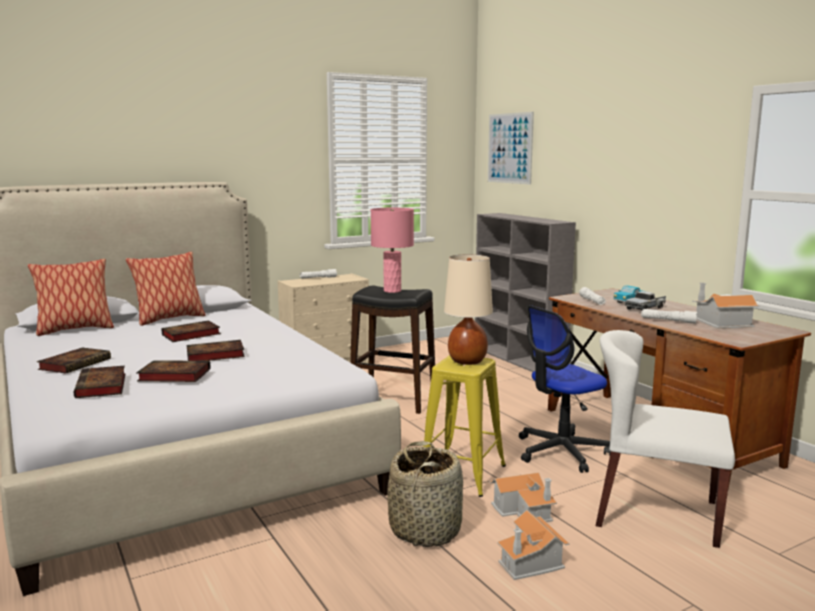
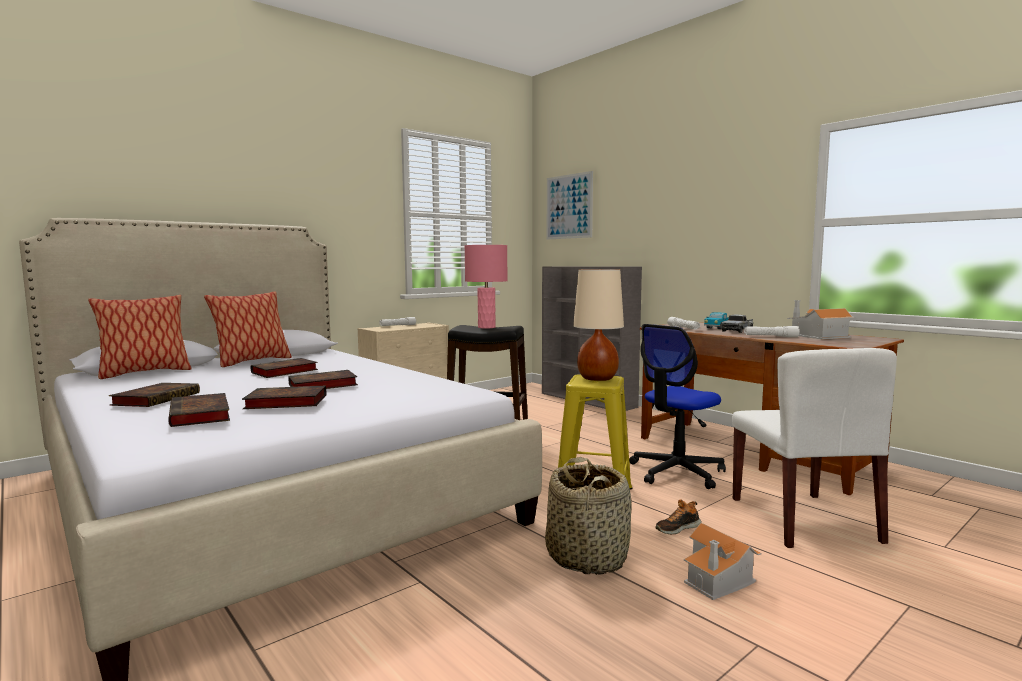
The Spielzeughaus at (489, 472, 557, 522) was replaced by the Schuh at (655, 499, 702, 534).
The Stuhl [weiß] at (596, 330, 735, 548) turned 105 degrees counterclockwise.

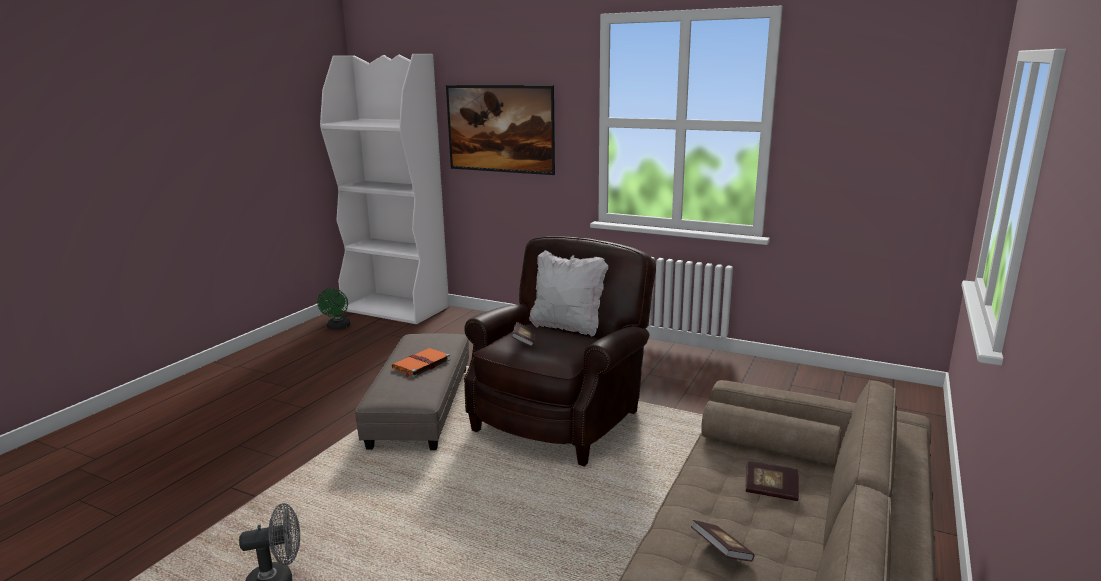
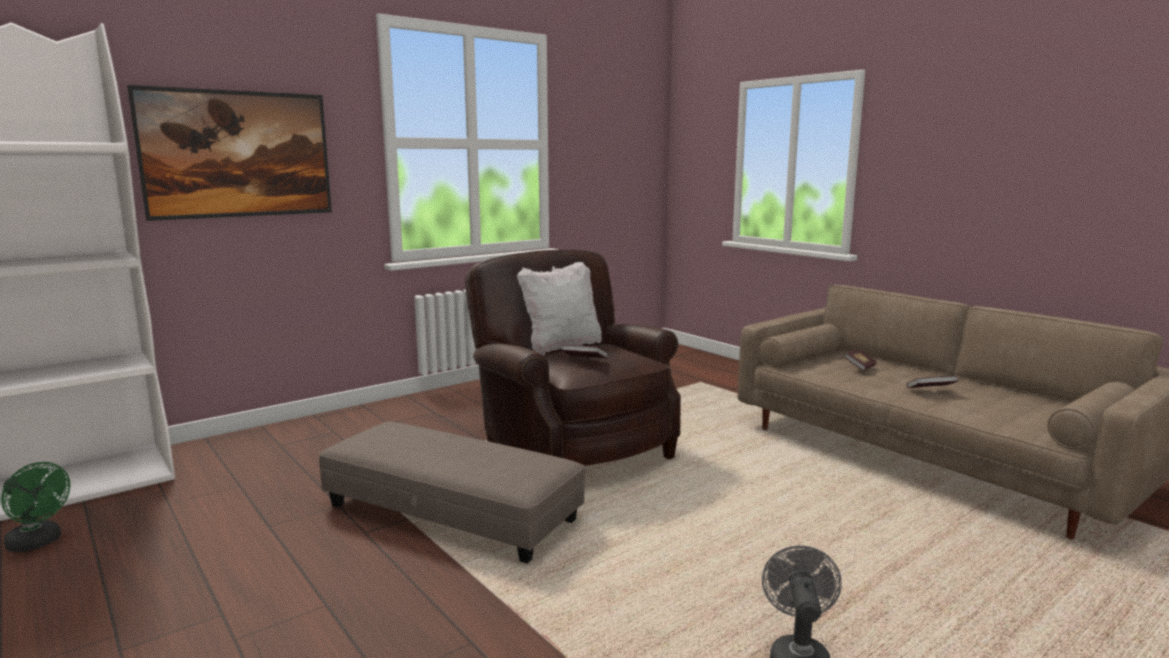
The Buch [orange] at (392, 348, 450, 377) disappeared.

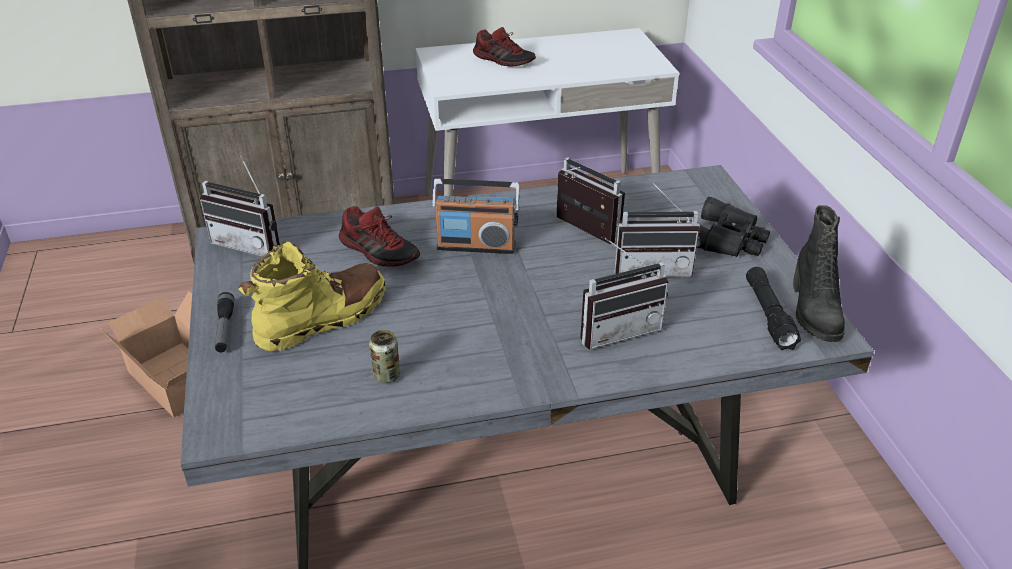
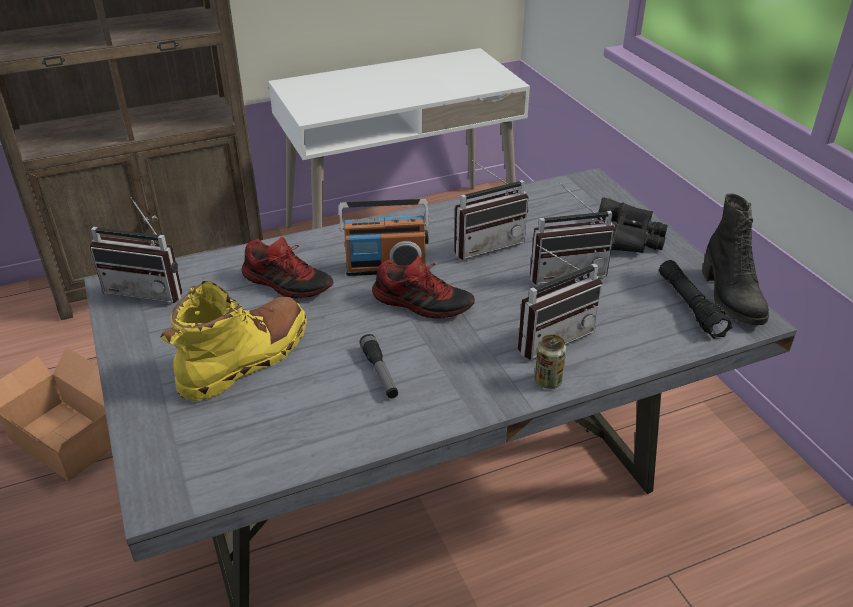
The Taschenlampe moved from (215, 292, 234, 353) to (359, 334, 398, 398).
The Dose moved from (369, 330, 400, 383) to (535, 334, 566, 389).
The Schuh moved from (473, 27, 536, 67) to (372, 256, 475, 318).
The Radio at (556, 157, 625, 244) turned 120 degrees clockwise.

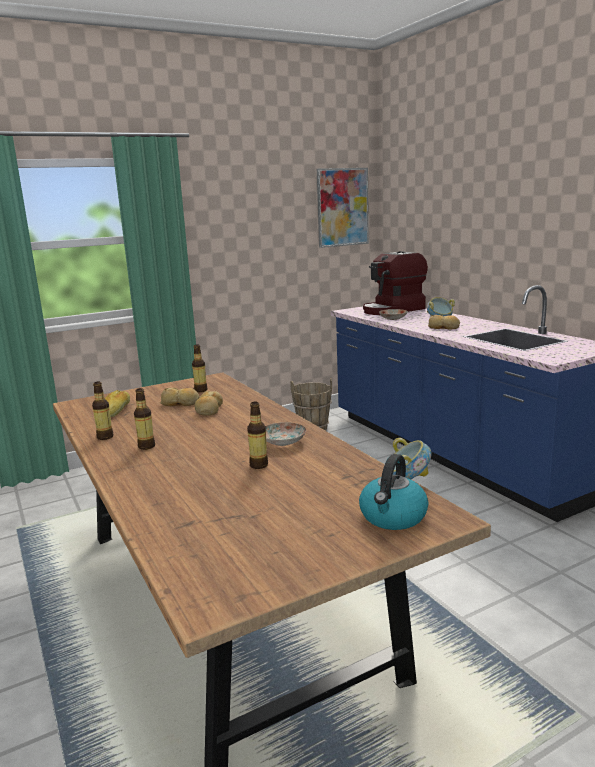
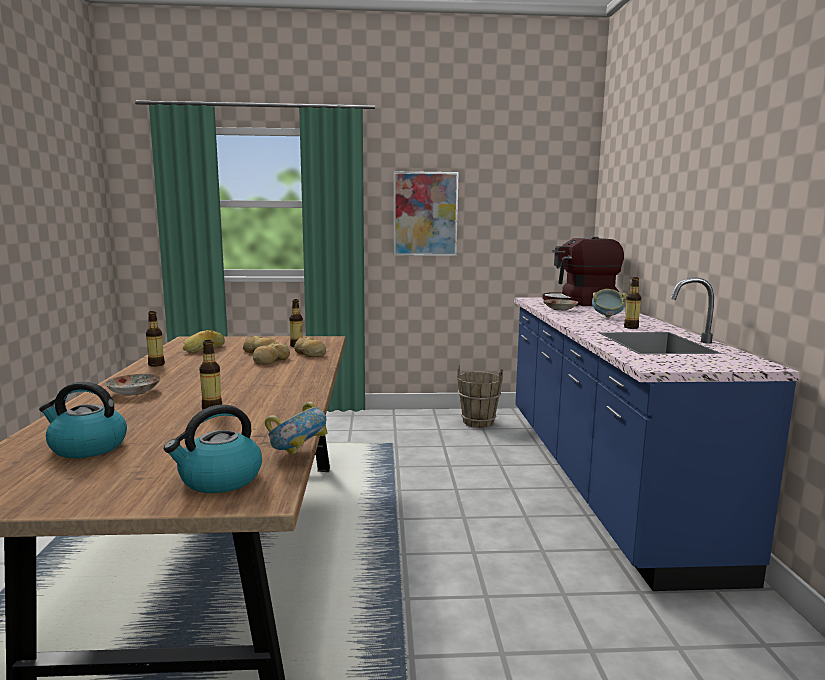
The Flasche moved from (134, 388, 155, 450) to (624, 277, 641, 329).
The Teller moved from (266, 422, 306, 446) to (105, 374, 161, 396).
The Bild moved from (317, 168, 369, 248) to (394, 171, 459, 256).
The Brot moved from (428, 315, 460, 329) to (294, 337, 326, 357).
The Wasserkessel at (39, 382, 127, 458) appeared.

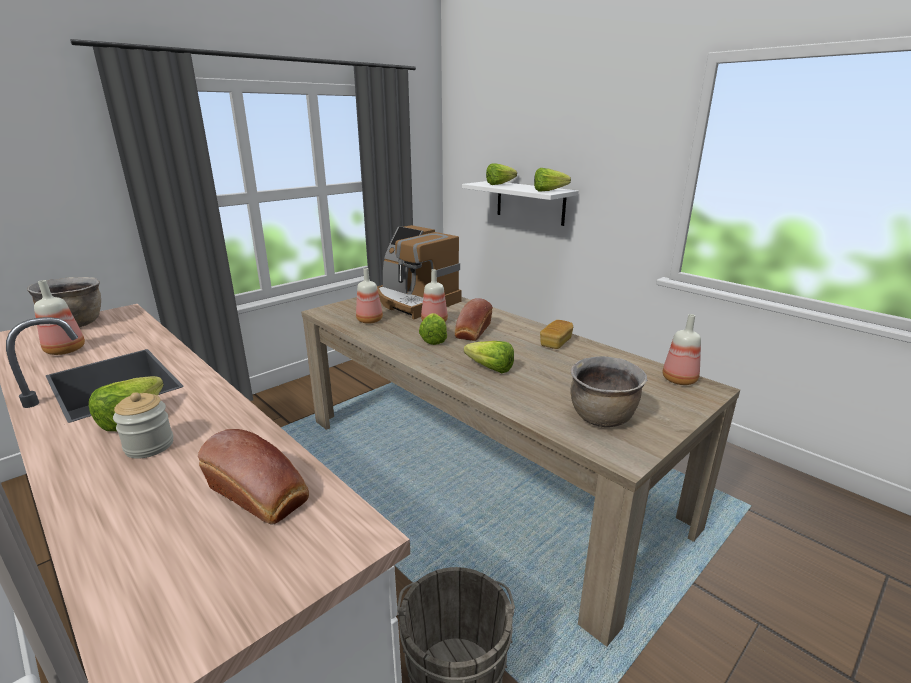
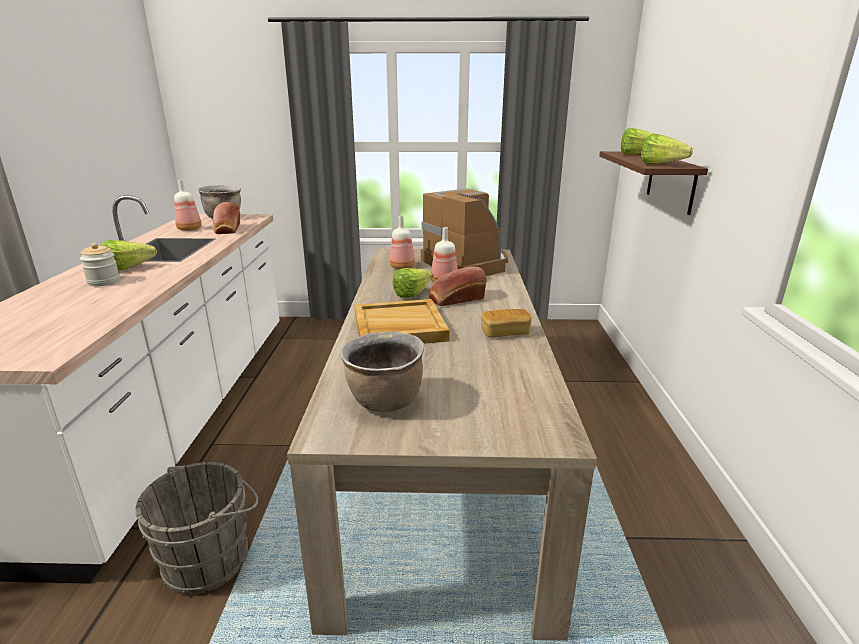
The Brot moved from (198, 429, 309, 525) to (213, 202, 240, 234).
The Kaffeemaschine at (377, 225, 462, 319) turned 150 degrees clockwise.
The Wandregal [weiß] at (462, 181, 578, 226) became the Wandregal [braun] at (599, 151, 708, 215).
The Salatkopf at (464, 341, 514, 373) was replaced by the Tablett [beige] at (354, 299, 450, 344).
The Flasche at (663, 314, 701, 385) disappeared.

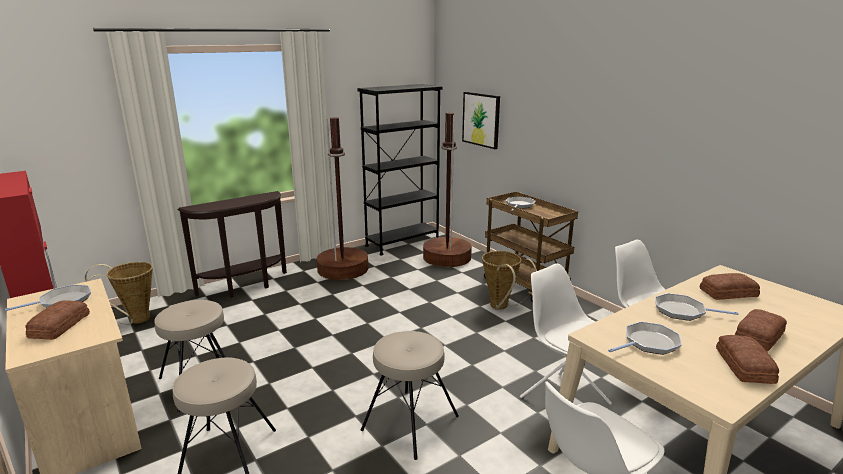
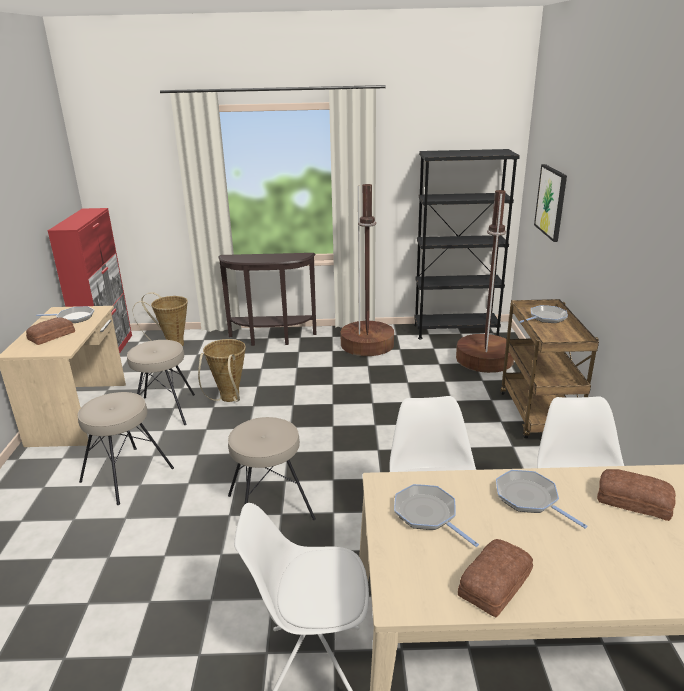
The Korb moved from (482, 251, 537, 310) to (198, 339, 246, 402).
The Pfanne at (608, 322, 682, 355) turned 135 degrees counterclockwise.
The Brot at (735, 309, 787, 352) disappeared.

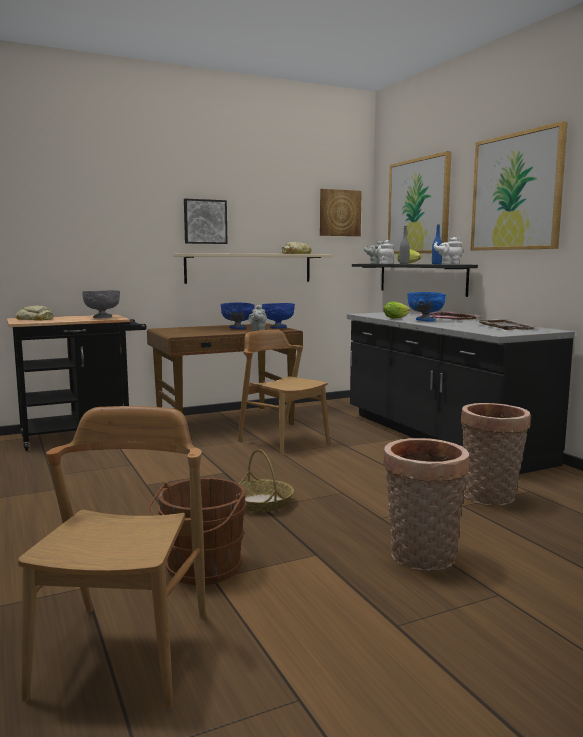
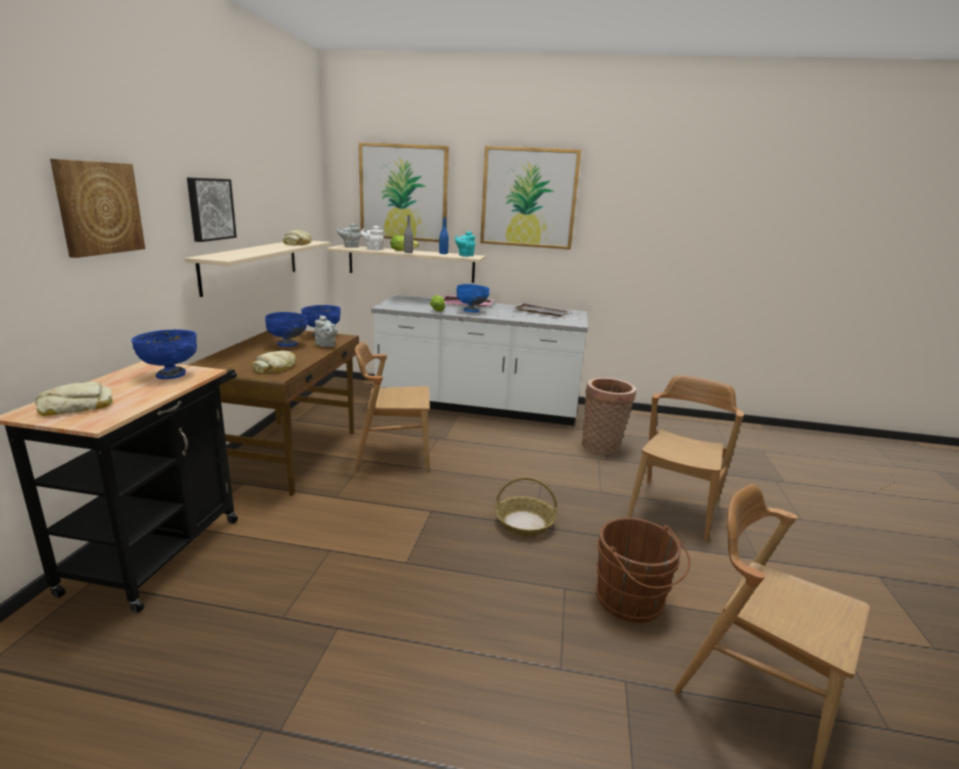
The Schüssel [grau] at (82, 290, 120, 318) became the Schüssel [blau] at (131, 330, 197, 379).
The Bild moved from (320, 189, 362, 236) to (50, 159, 145, 258).
The Küchenzeile [schwarz] at (347, 312, 575, 474) became the Küchenzeile [weiß] at (371, 295, 588, 426).
The Wandregal [schwarz] at (352, 264, 478, 297) became the Wandregal [beige] at (327, 245, 486, 283).
The Korb at (383, 438, 469, 571) was replaced by the Stuhl [braun] at (627, 375, 744, 542).
The Teekanne [weiß] at (434, 237, 463, 264) became the Teekanne [türkis] at (455, 231, 475, 257).
The Brot at (252, 350, 296, 374) appeared.

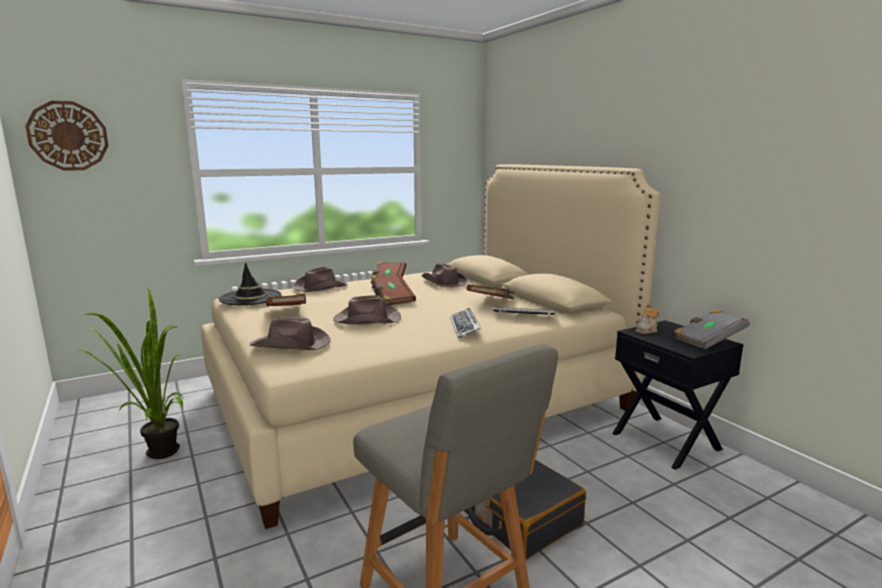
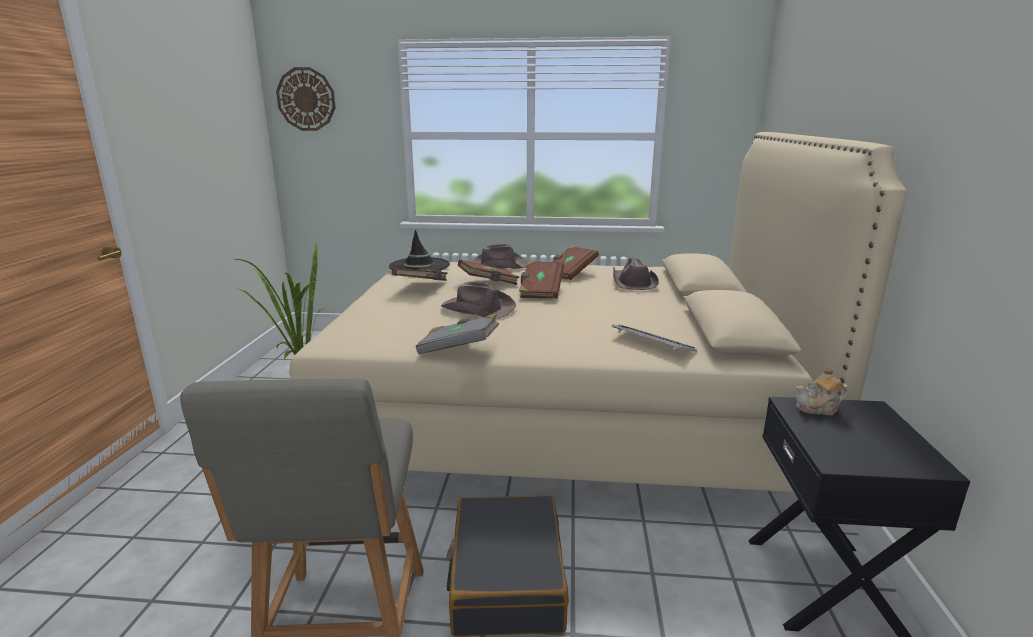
The Hut [braun] at (250, 317, 331, 350) disappeared.
The Tastatur at (450, 308, 481, 338) disappeared.
The Buch [braun] moved from (467, 284, 515, 299) to (458, 260, 520, 285).
The Buch [grau] moved from (674, 309, 750, 350) to (416, 314, 499, 354).

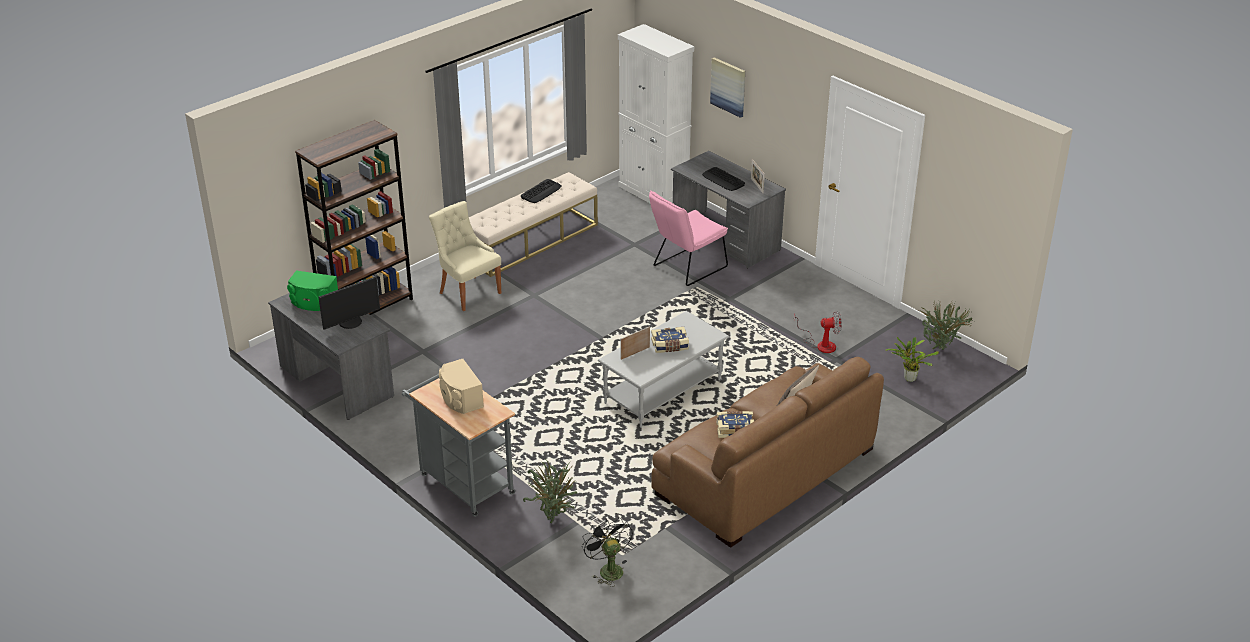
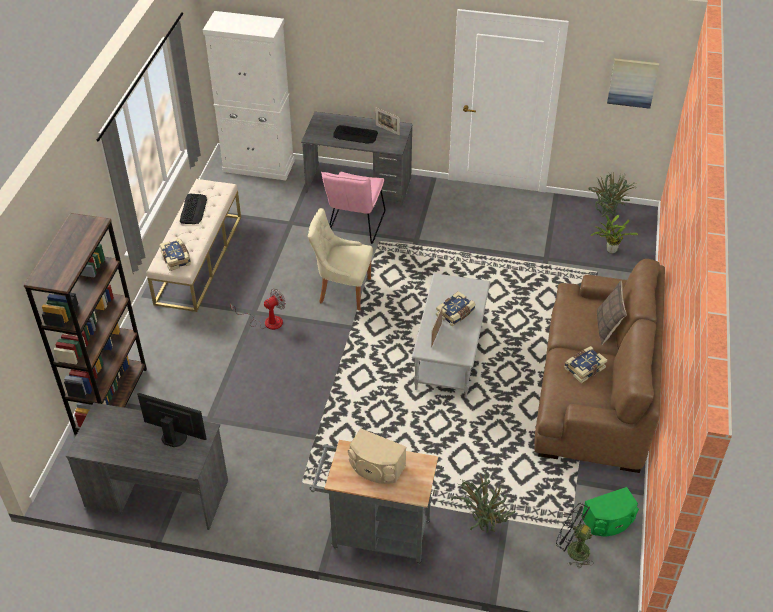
The Lautsprecher [grün] moved from (287, 270, 338, 311) to (582, 487, 639, 537).
The Monitor at (319, 276, 380, 330) turned 90 degrees counterclockwise.
The Stuhl [beige] moved from (429, 201, 501, 311) to (308, 208, 373, 310).
The Bild moved from (710, 57, 745, 118) to (607, 58, 659, 109).
The Ventilator moved from (794, 311, 842, 353) to (230, 289, 286, 330).
The Buch at (159, 238, 191, 271) appeared.

